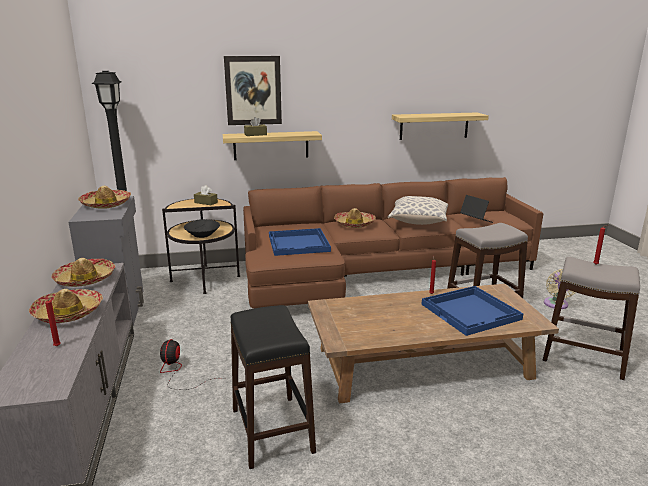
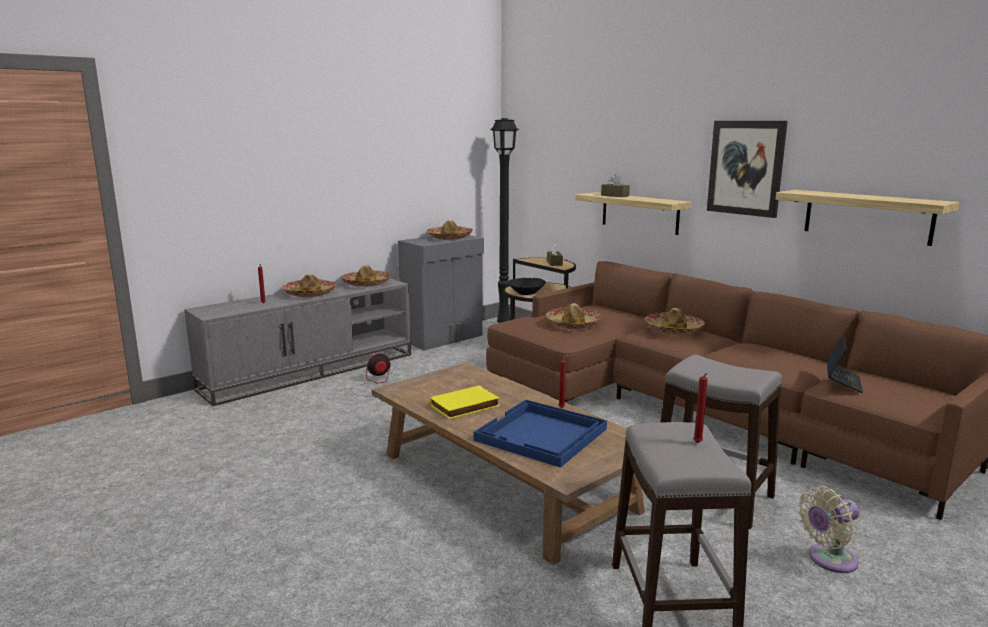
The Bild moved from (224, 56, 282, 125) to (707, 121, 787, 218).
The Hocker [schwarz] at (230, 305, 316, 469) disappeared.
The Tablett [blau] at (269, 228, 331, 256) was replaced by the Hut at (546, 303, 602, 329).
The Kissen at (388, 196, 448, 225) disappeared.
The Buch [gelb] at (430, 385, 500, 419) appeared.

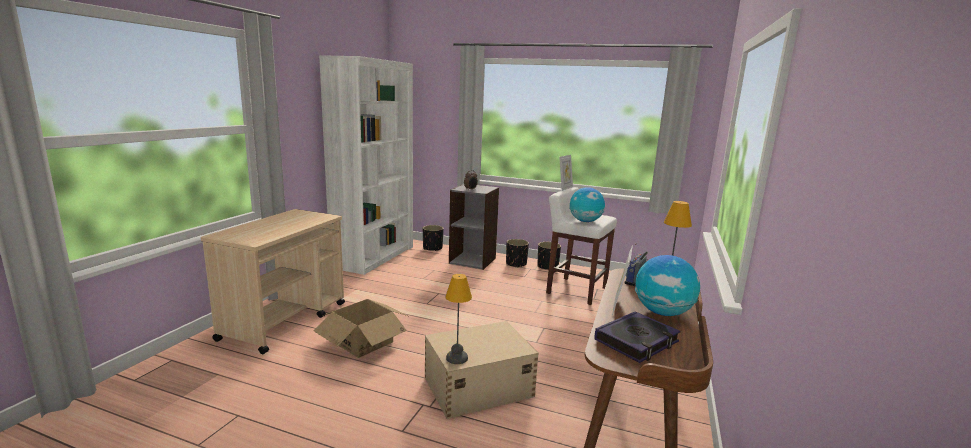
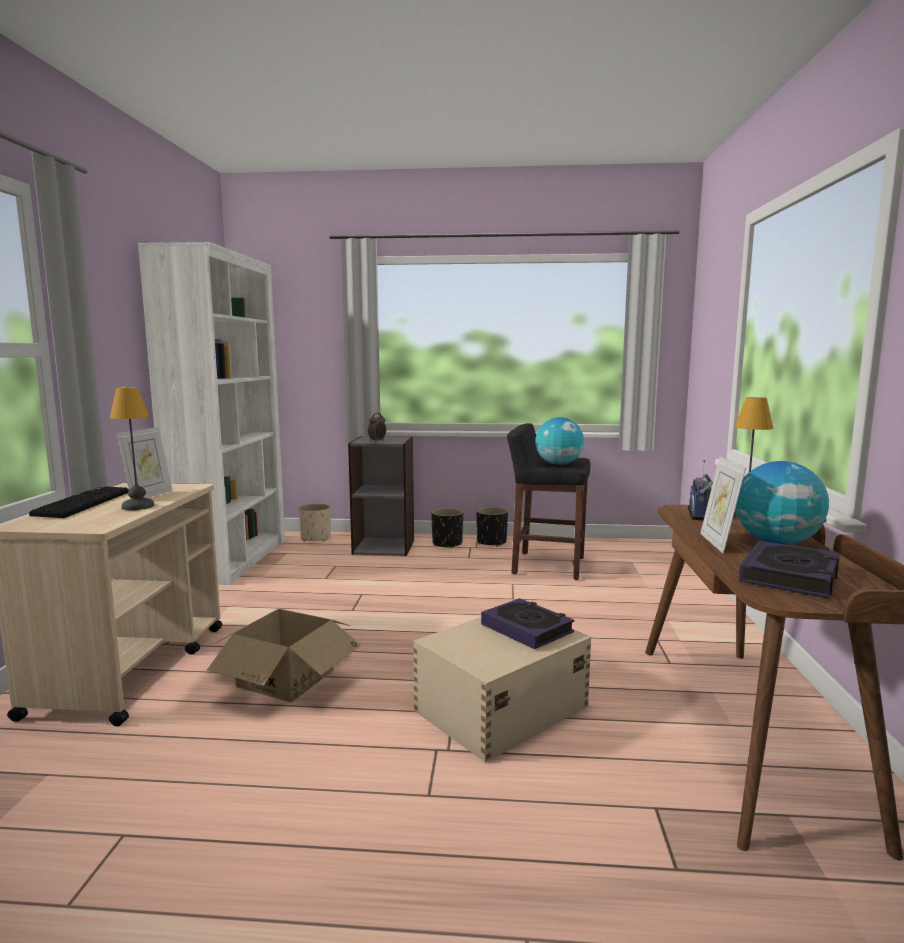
The Pflanzkübel [schwarz] at (423, 225, 444, 251) became the Pflanzkübel [beige] at (299, 504, 331, 542).
The Tischlampe moved from (445, 274, 472, 364) to (110, 387, 154, 510).
The Hocker [weiß] at (546, 187, 617, 305) became the Hocker [schwarz] at (507, 423, 590, 580).
The Bilderrahmen moved from (559, 155, 573, 191) to (116, 427, 173, 498).
The Tastatur at (29, 487, 129, 518) appeared.
The Buch at (481, 598, 574, 649) appeared.

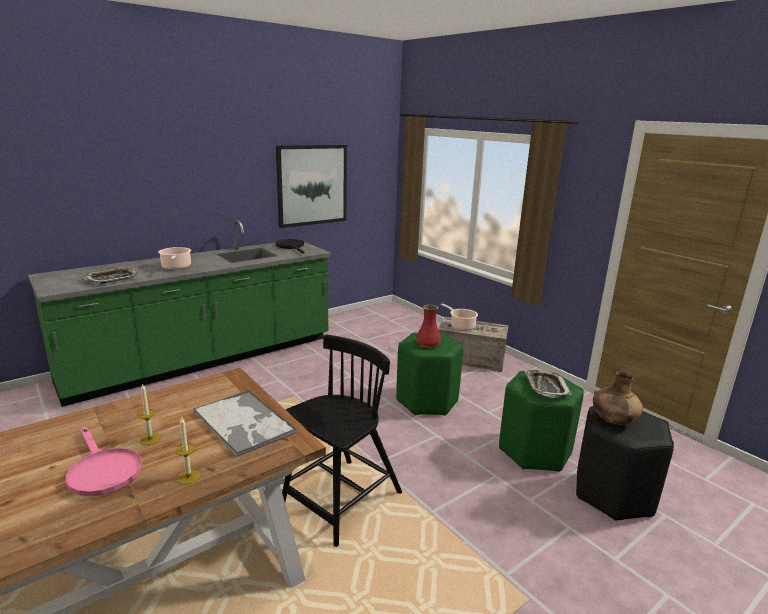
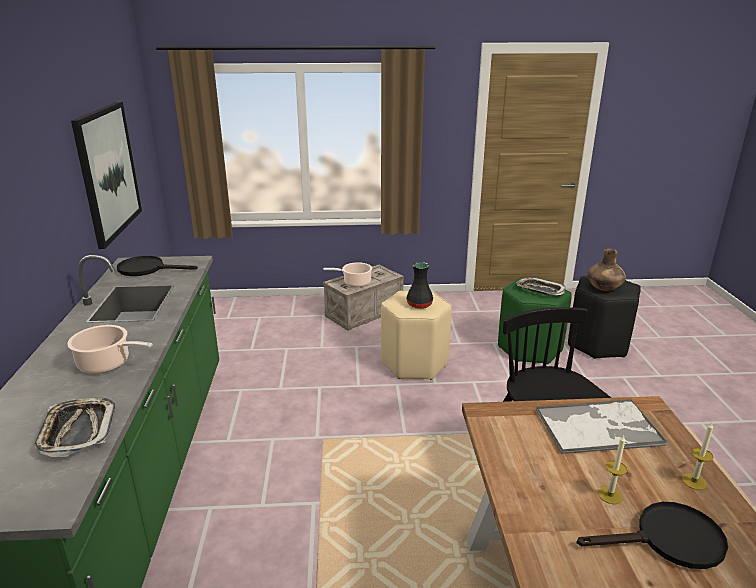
The Pfanne [rosa] at (66, 427, 142, 496) became the Pfanne [schwarz] at (576, 502, 728, 569).
The Hocker [grün] at (396, 333, 463, 416) became the Hocker [beige] at (381, 291, 452, 380).
The Vase [rot] at (416, 305, 441, 348) became the Vase [schwarz] at (406, 262, 433, 309).

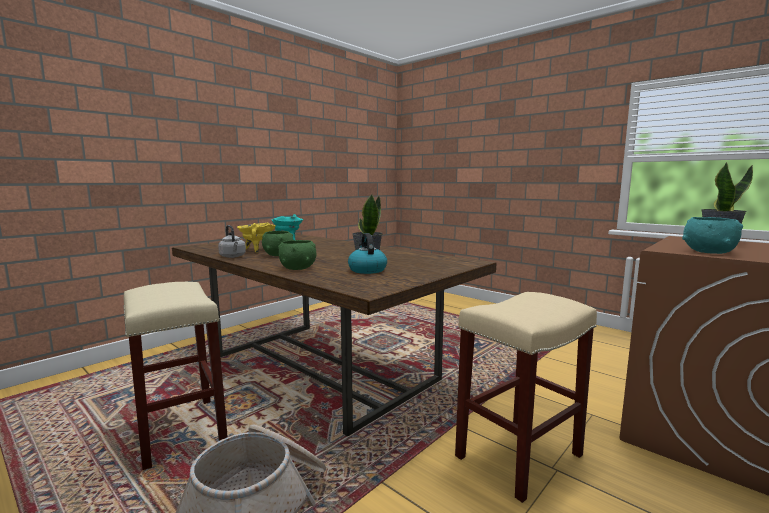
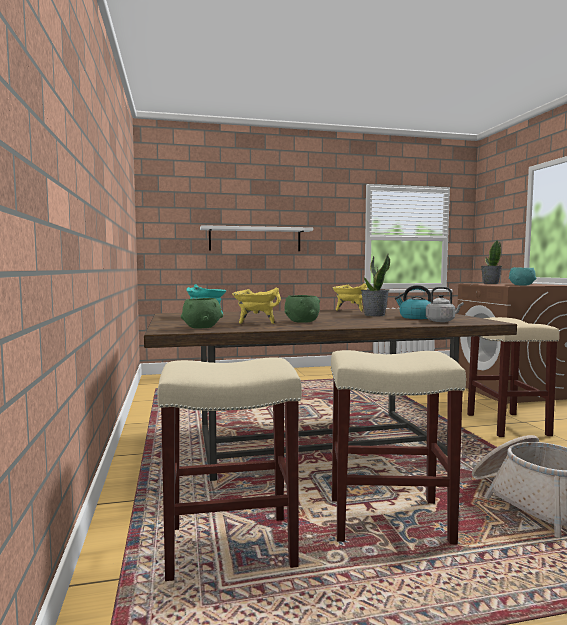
The Wasserkessel [grau] moved from (218, 225, 246, 258) to (426, 287, 464, 322).
The Schüssel [grün] moved from (278, 240, 316, 270) to (181, 298, 223, 329).
The Hocker [beige] at (157, 357, 302, 581) appeared.
The Wandregal [weiß] at (200, 225, 313, 251) appeared.
The Kochtopf [gelb] at (332, 283, 367, 312) appeared.

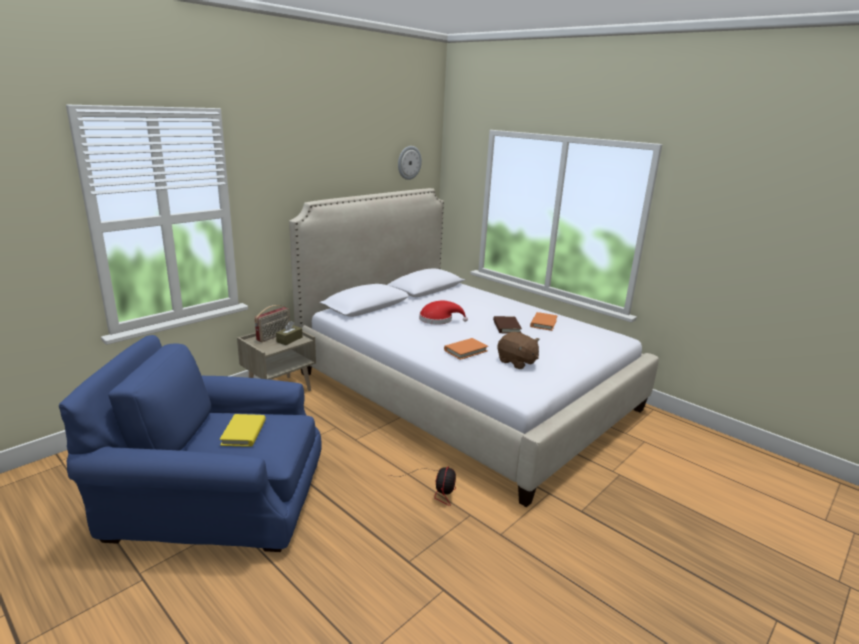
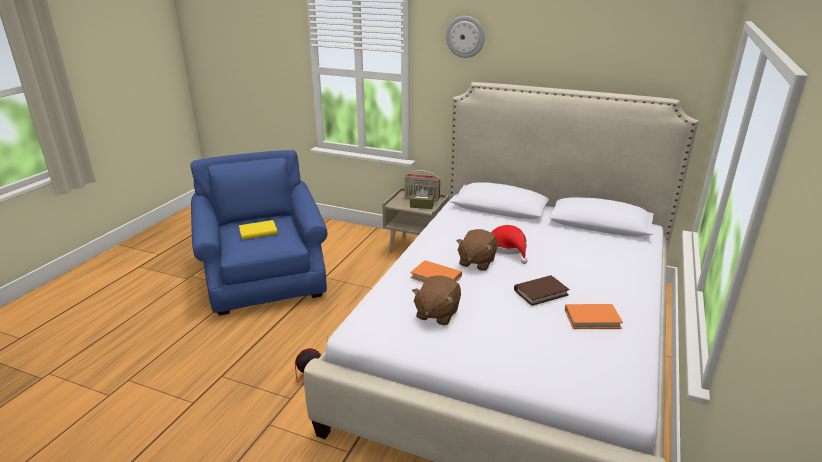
The Wanduhr moved from (398, 146, 422, 180) to (446, 16, 485, 58).
The Plüschtier [braun] at (456, 229, 498, 271) appeared.

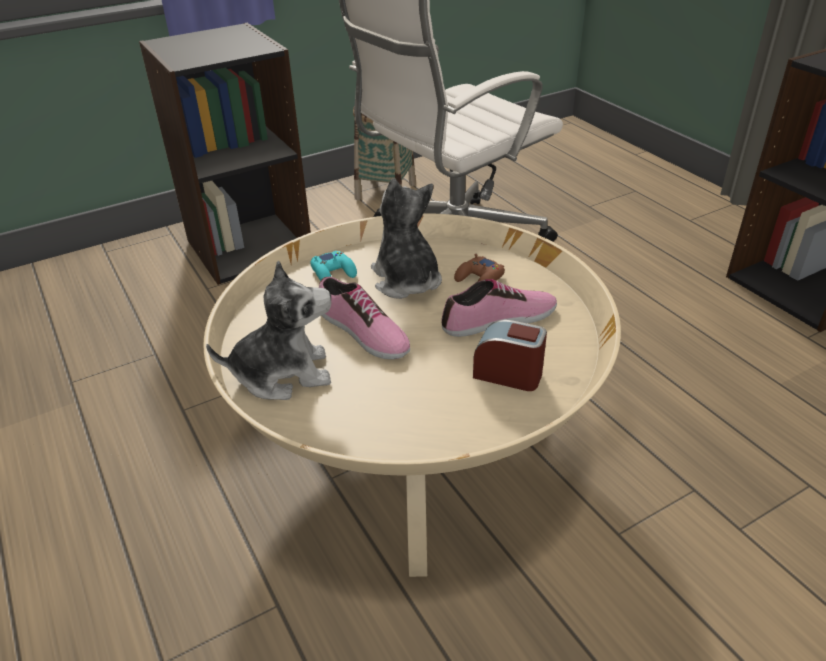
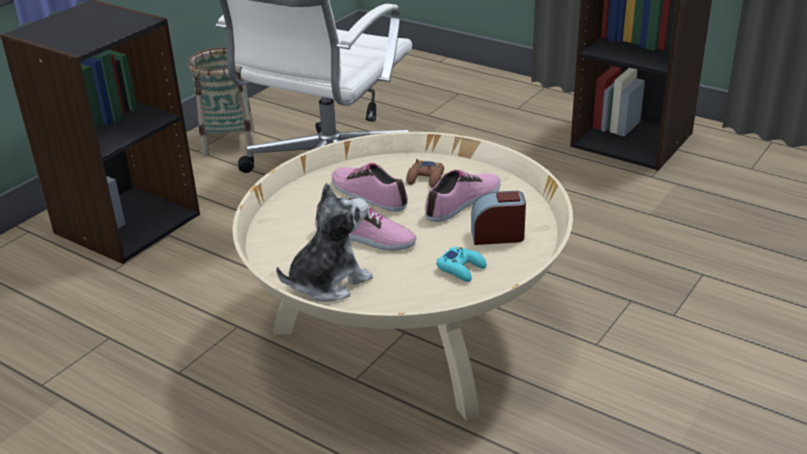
The Gamepad [türkis] moved from (310, 251, 357, 281) to (436, 247, 487, 282).
The Plüschtier at (371, 178, 442, 299) was replaced by the Schuh at (332, 163, 408, 212).

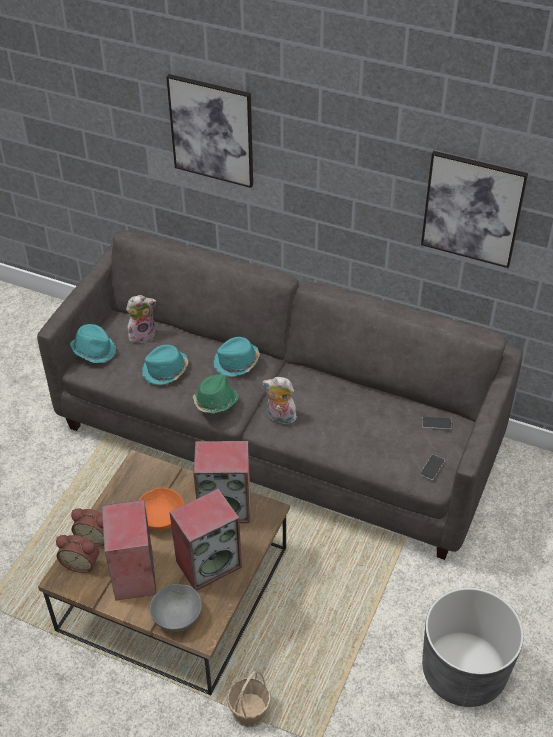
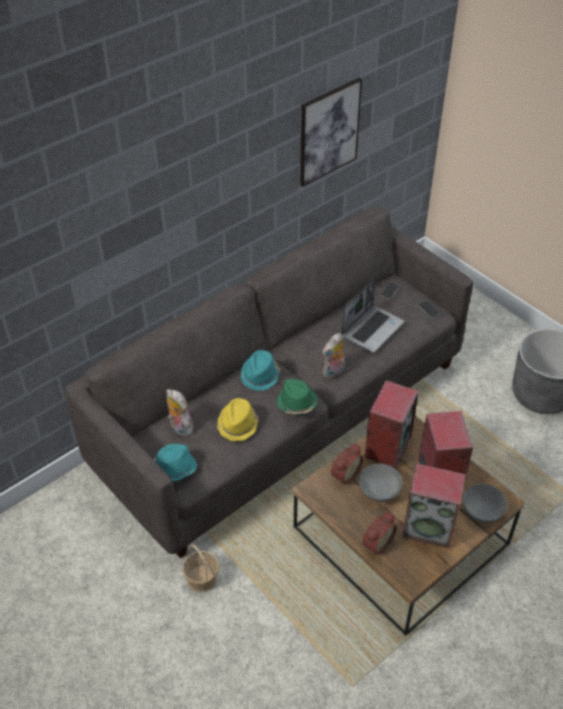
The Wecker moved from (56, 535, 99, 573) to (331, 444, 363, 485).
The Plüschtier at (126, 295, 157, 343) turned 45 degrees counterclockwise.
The Schüssel [orange] at (139, 488, 184, 530) became the Schüssel [grau] at (359, 464, 403, 502).
The Hut [türkis] at (142, 345, 188, 385) became the Hut [gelb] at (217, 398, 259, 441).
The Bild at (166, 74, 253, 188) disappeared.
The Korb moved from (227, 670, 271, 727) to (182, 544, 219, 592).
The Laptop at (341, 278, 404, 353) appeared.

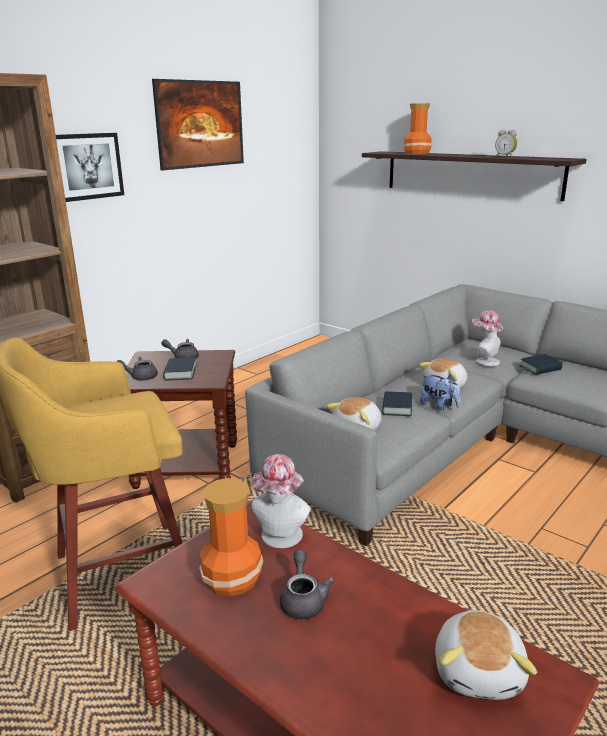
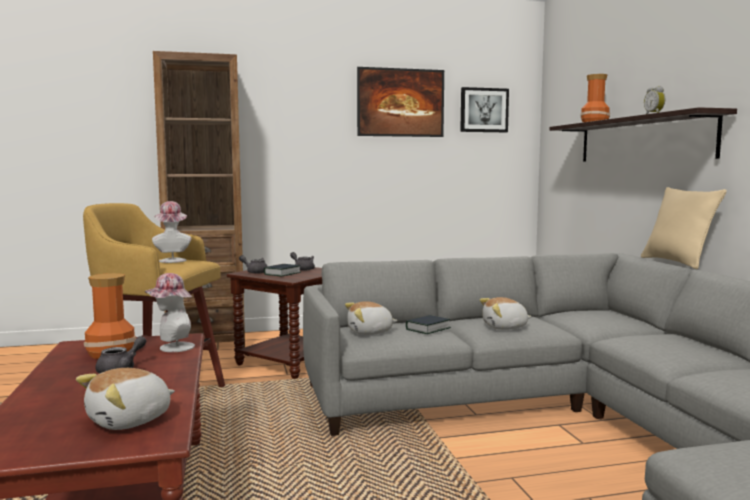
The Bild moved from (56, 133, 124, 202) to (460, 87, 509, 132).
The Plüschtier at (420, 375, 460, 410) disappeared.
The Hut moved from (472, 310, 503, 366) to (152, 201, 191, 263).
The Buch at (519, 354, 563, 375) disappeared.
The Kissen [beige] at (641, 187, 727, 269) appeared.

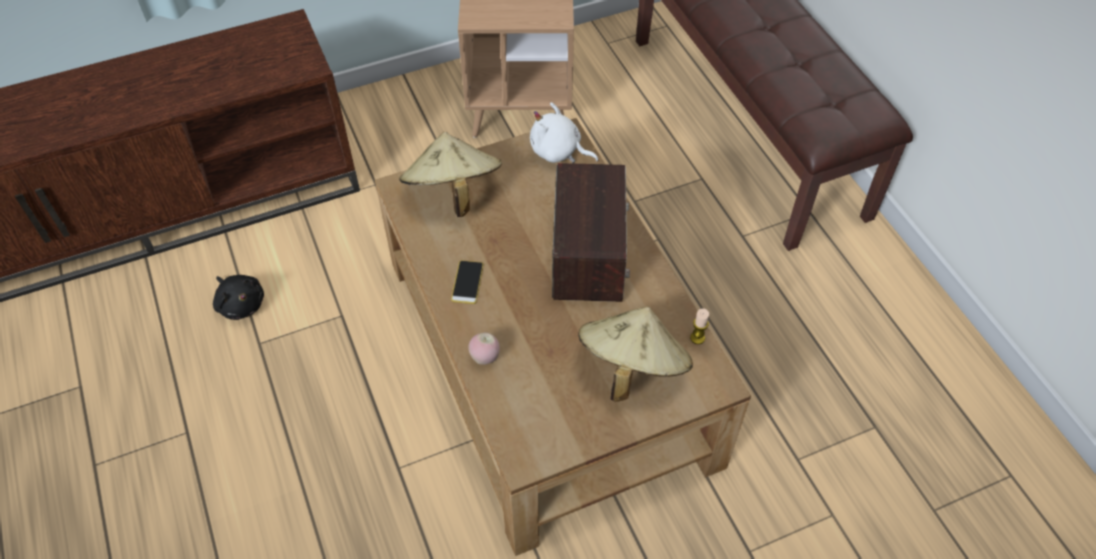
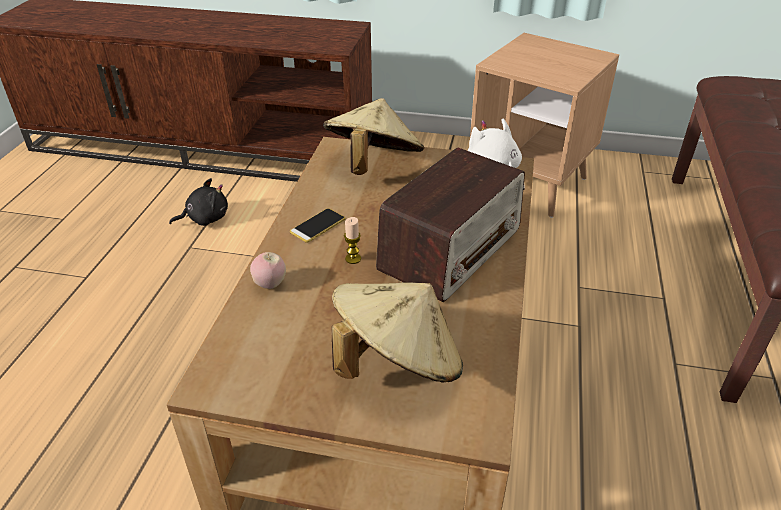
The Plüschtier [schwarz] at (213, 275, 264, 320) turned 105 degrees counterclockwise.
The Kerze moved from (690, 309, 709, 344) to (344, 217, 361, 264).

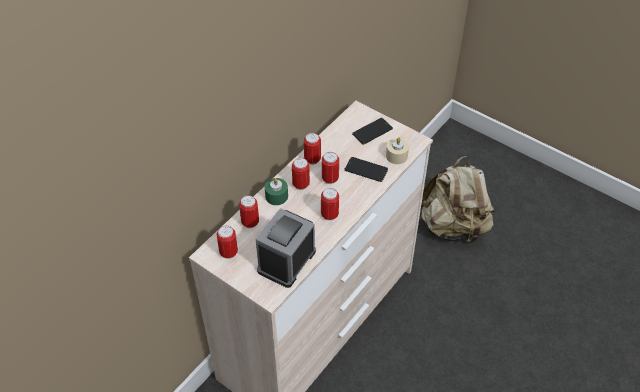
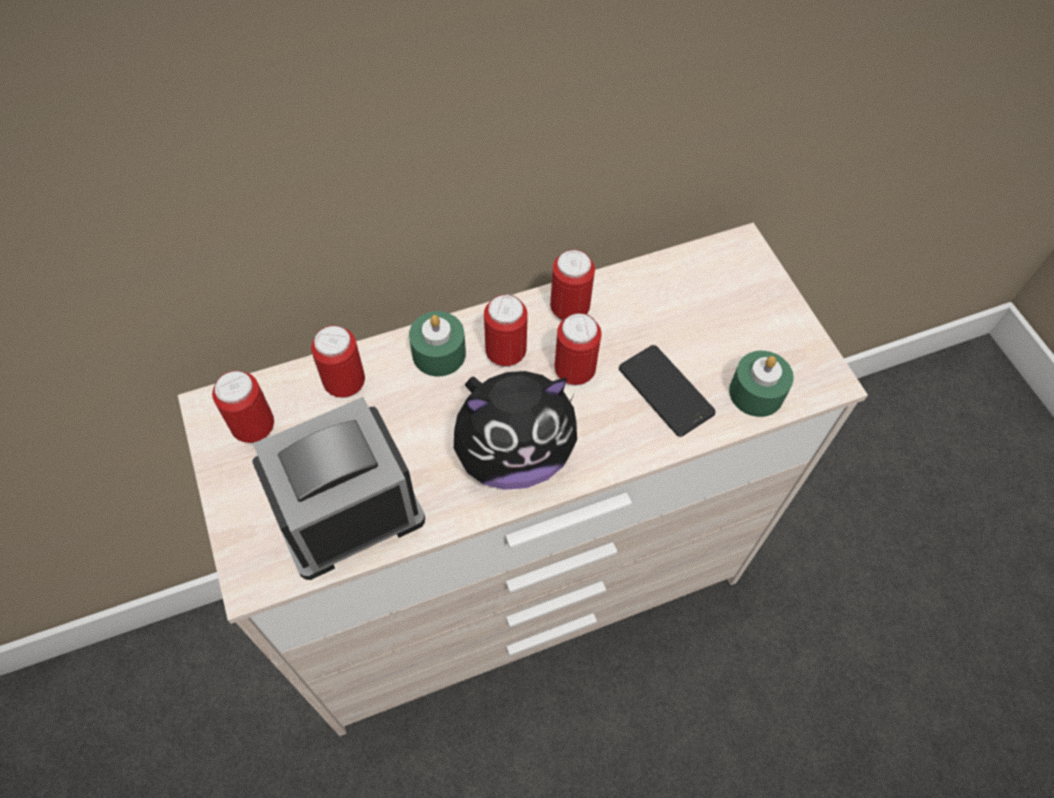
The Dose at (321, 188, 339, 221) was replaced by the Plüschtier at (454, 371, 577, 490).
The Handy at (352, 118, 393, 144) disappeared.
The Kerze [beige] at (386, 137, 409, 164) became the Kerze [grün] at (729, 351, 794, 417).
The Rucksack [beige] at (419, 156, 495, 245) disappeared.

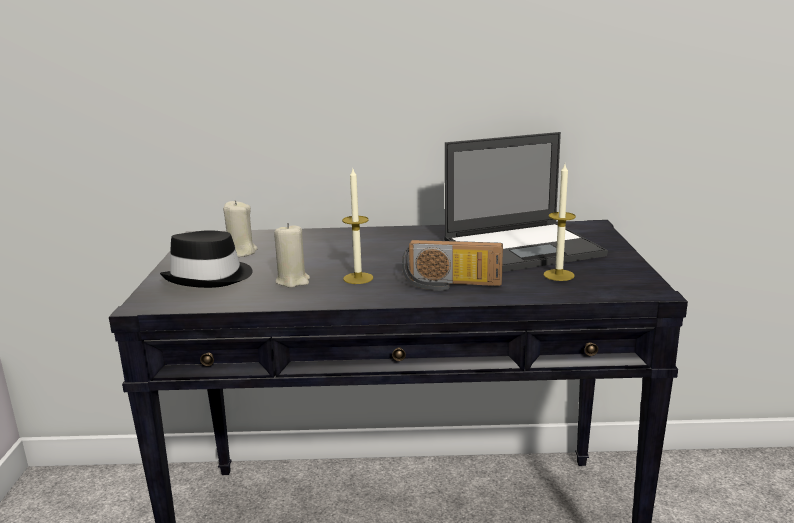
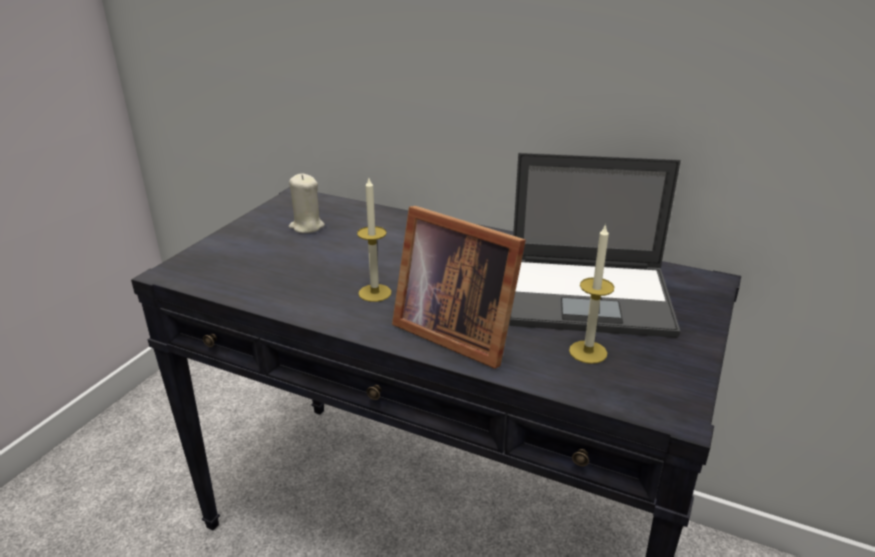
The Hut [schwarz] at (160, 230, 253, 288) disappeared.
The Kerze [beige] at (274, 223, 310, 288) disappeared.
The Radio at (402, 240, 503, 291) was replaced by the Bilderrahmen at (392, 206, 526, 369).

